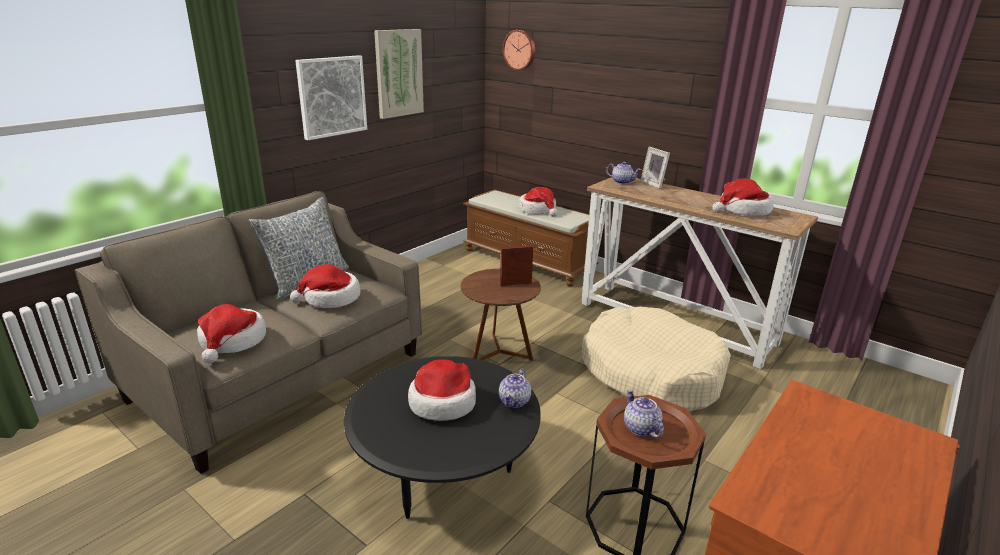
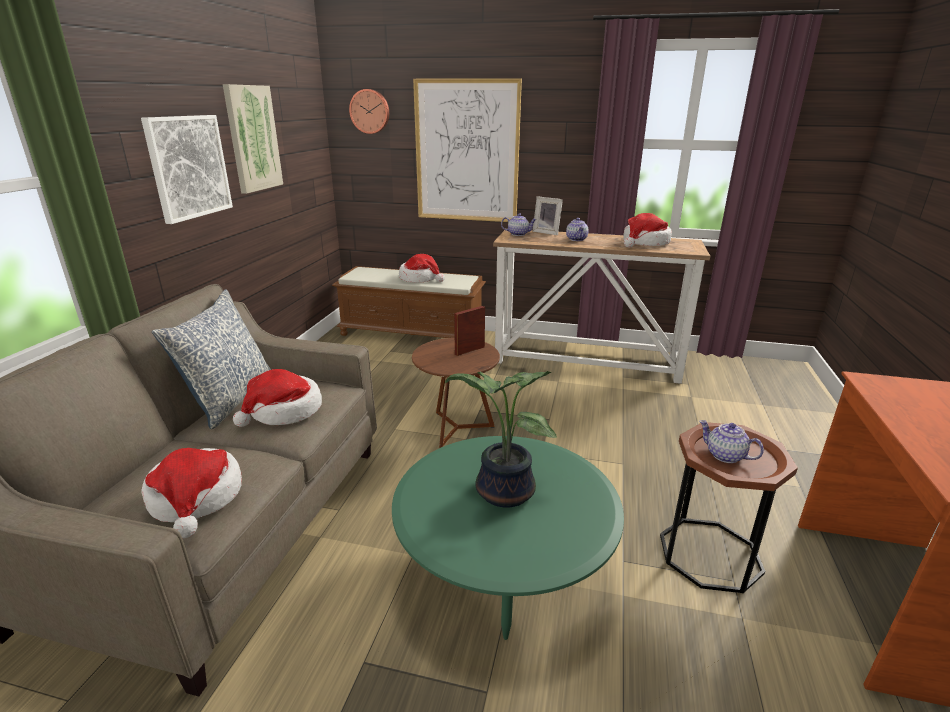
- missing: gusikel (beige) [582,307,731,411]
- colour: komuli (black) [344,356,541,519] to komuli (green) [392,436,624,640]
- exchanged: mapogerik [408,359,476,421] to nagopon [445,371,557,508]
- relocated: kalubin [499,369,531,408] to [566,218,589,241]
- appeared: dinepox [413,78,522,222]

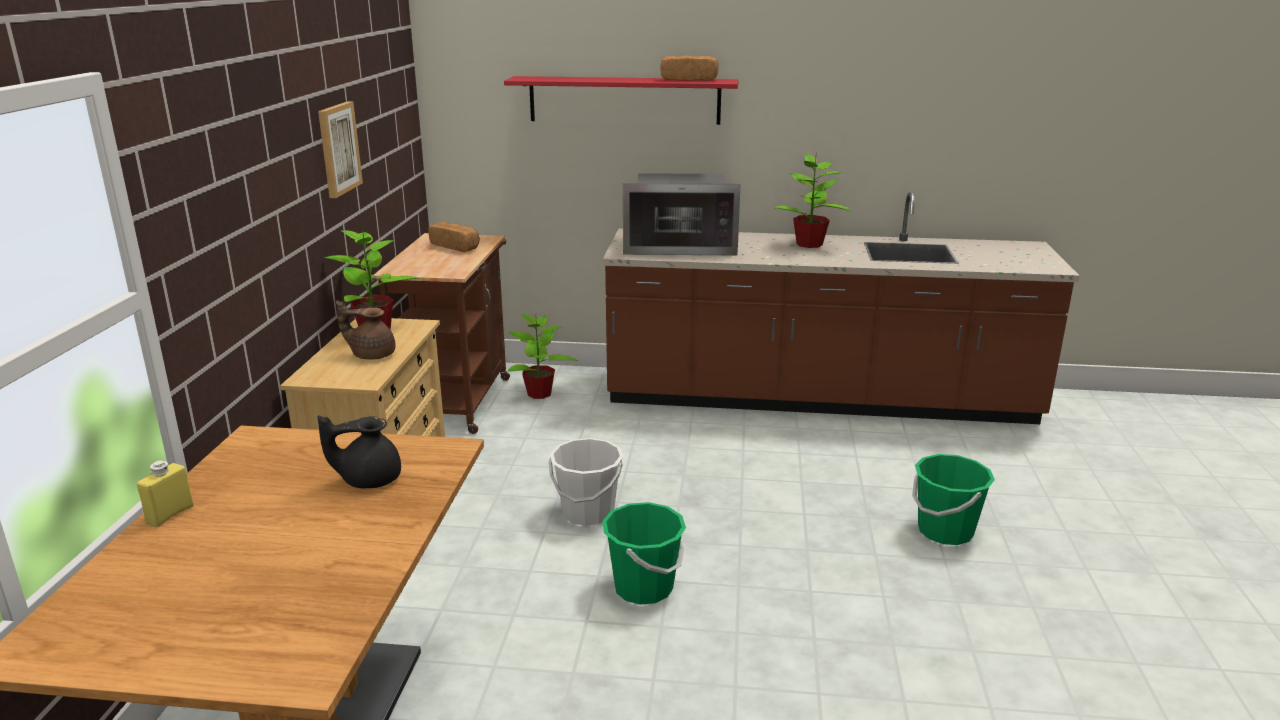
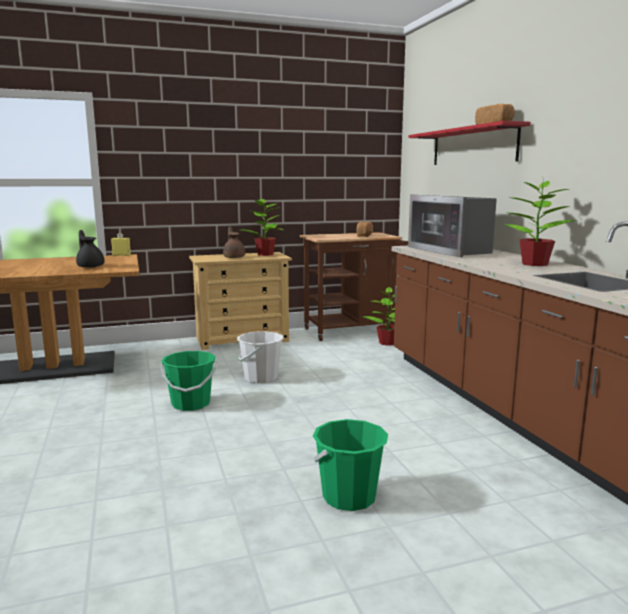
- missing: dinepox [318,101,363,198]
- relocated: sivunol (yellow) [137,461,194,527] to [111,233,131,256]

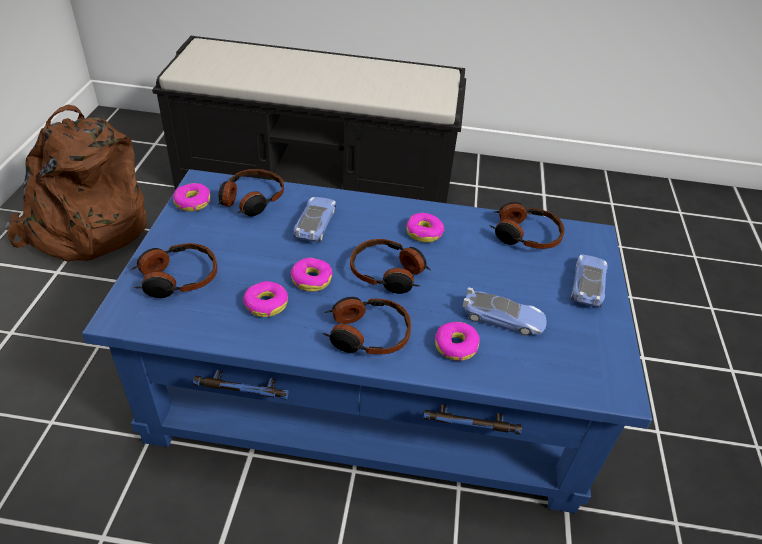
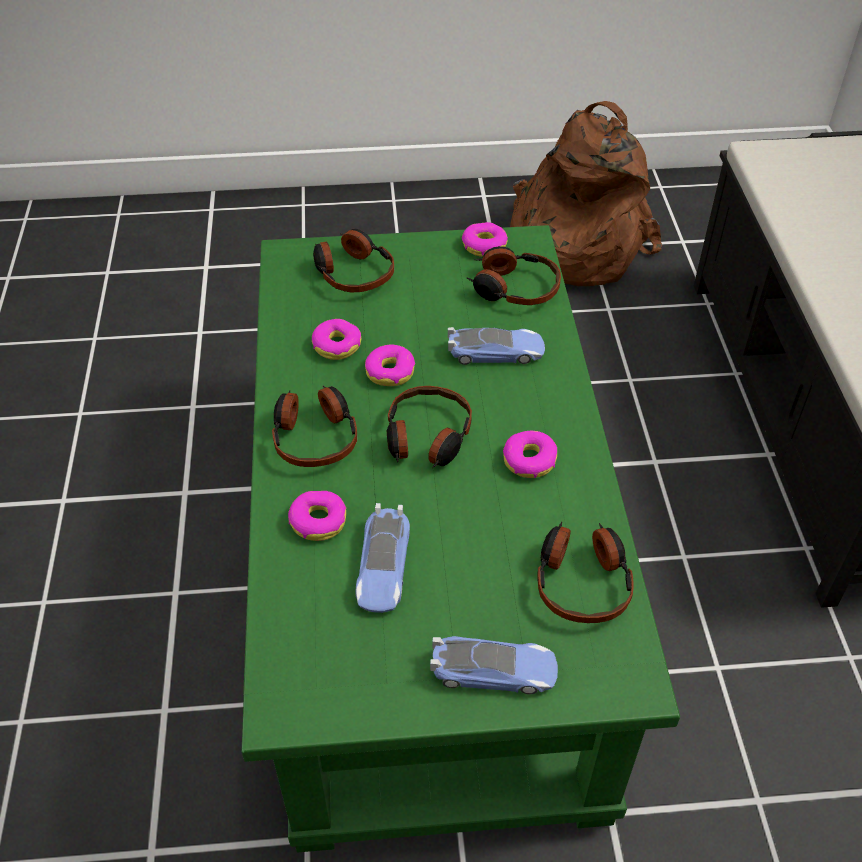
- colour: komuli (blue) [82,169,652,513] to komuli (green) [241,225,681,852]

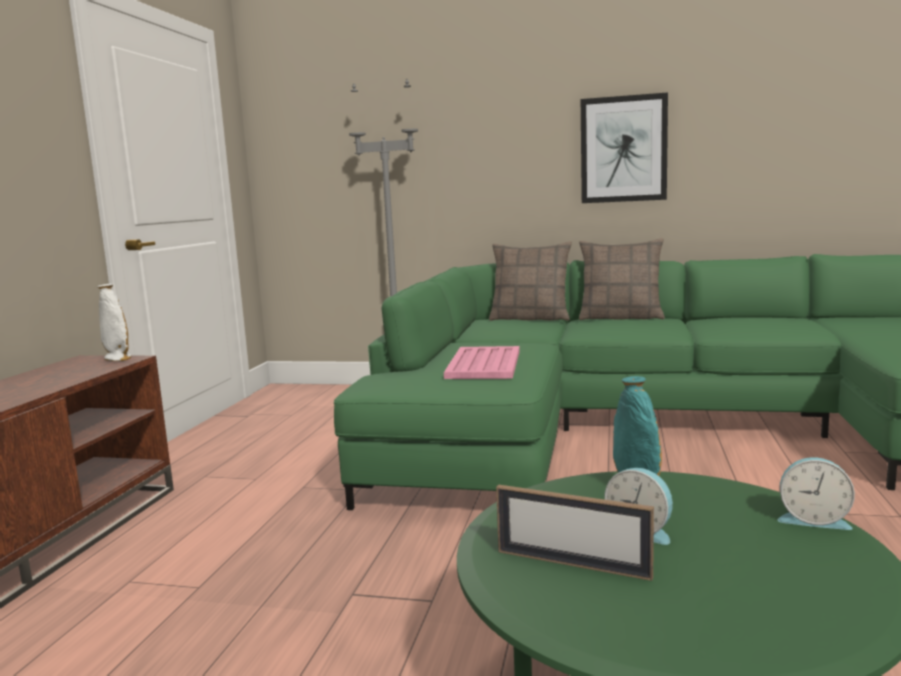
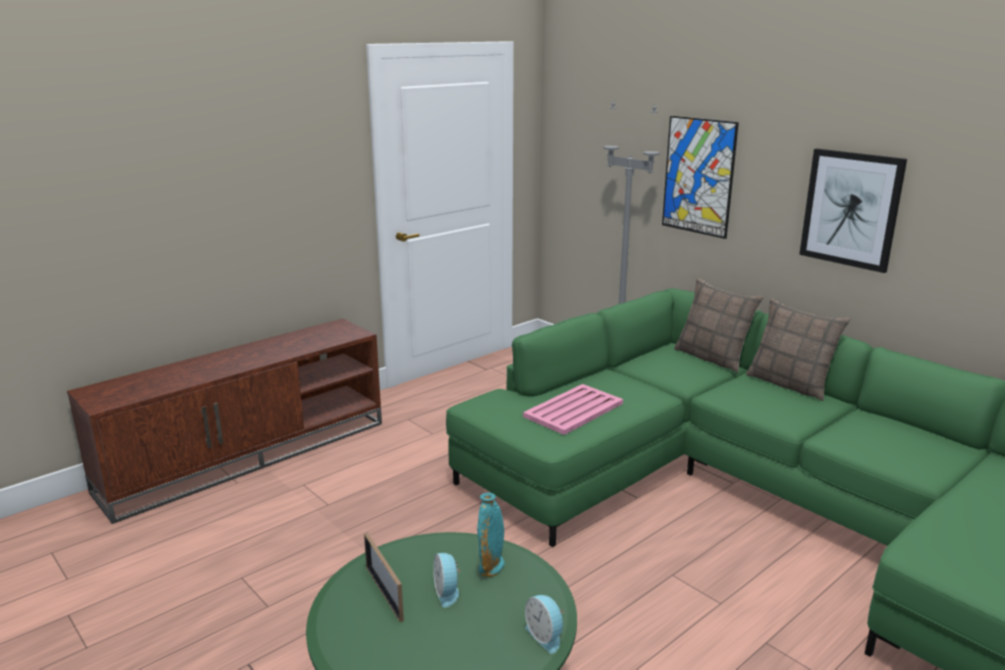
- missing: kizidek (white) [97,284,131,361]
- appeared: dinepox [662,116,739,239]

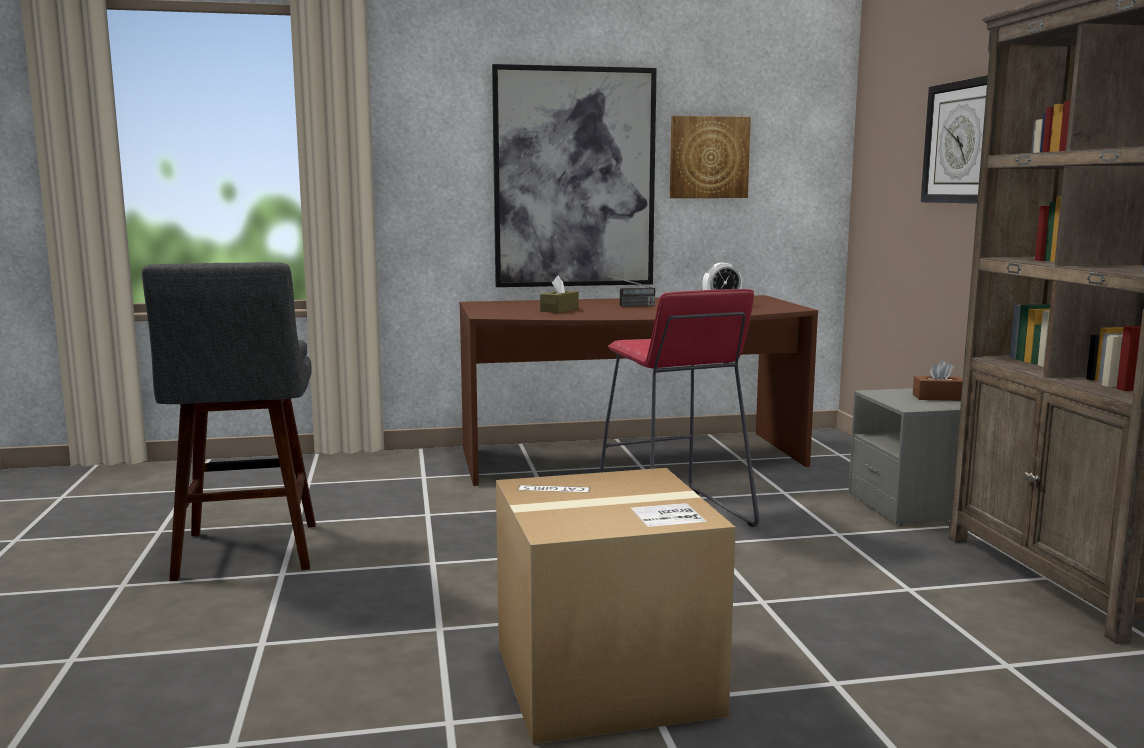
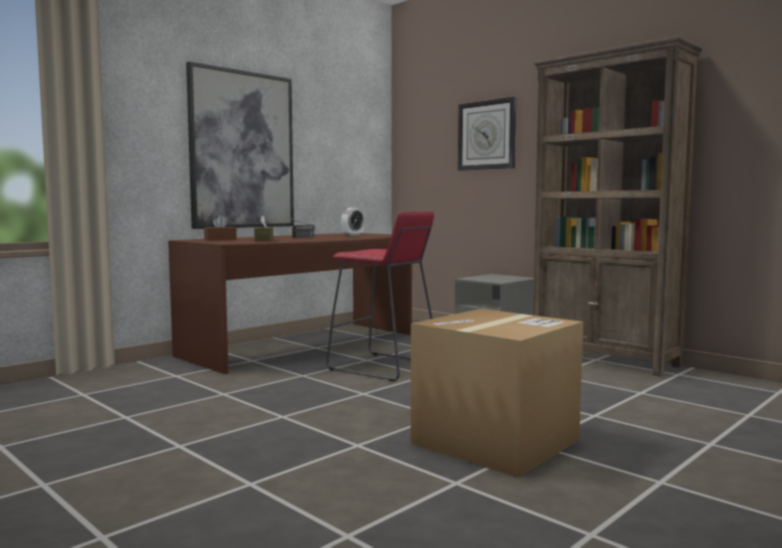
- missing: dinepox [670,116,751,198]
- missing: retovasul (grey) [142,262,316,581]
- relocated: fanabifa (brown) [913,360,963,401] to [204,215,237,241]

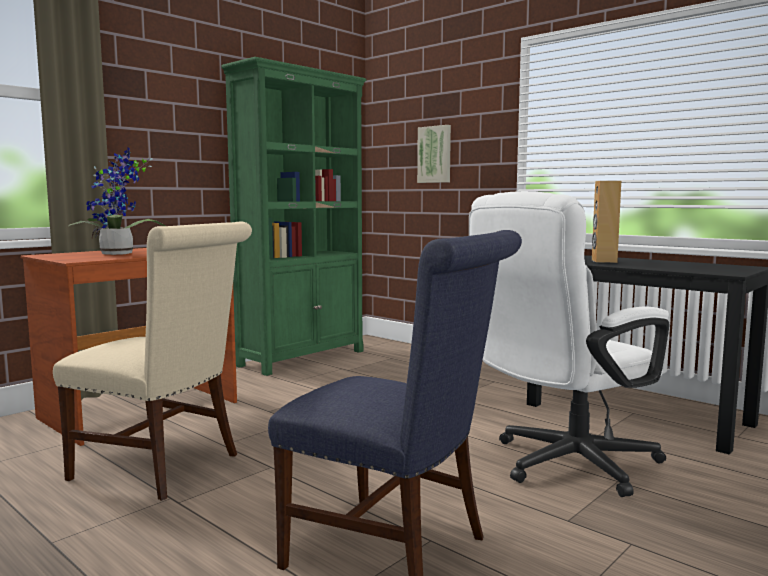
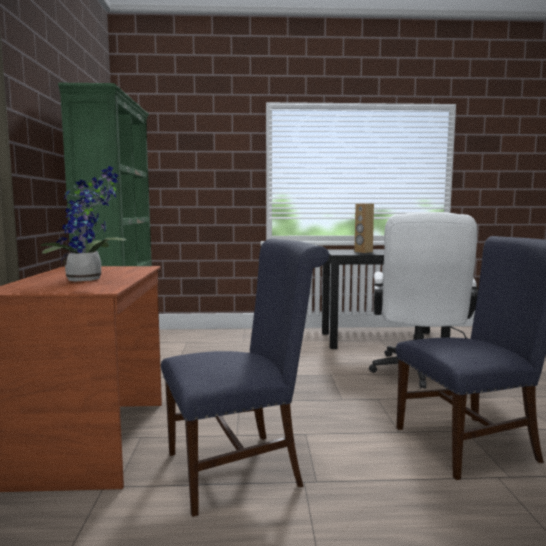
- missing: dinepox [417,125,451,183]
- colour: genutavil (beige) [53,222,252,501] to genutavil (blue) [161,238,329,517]

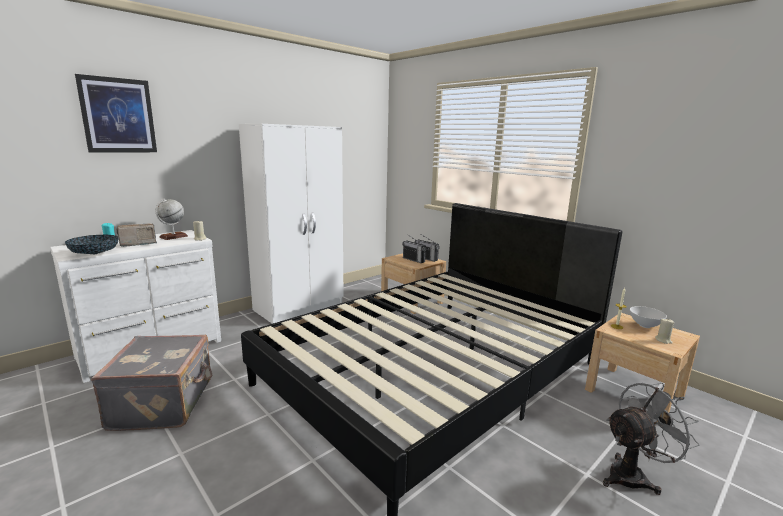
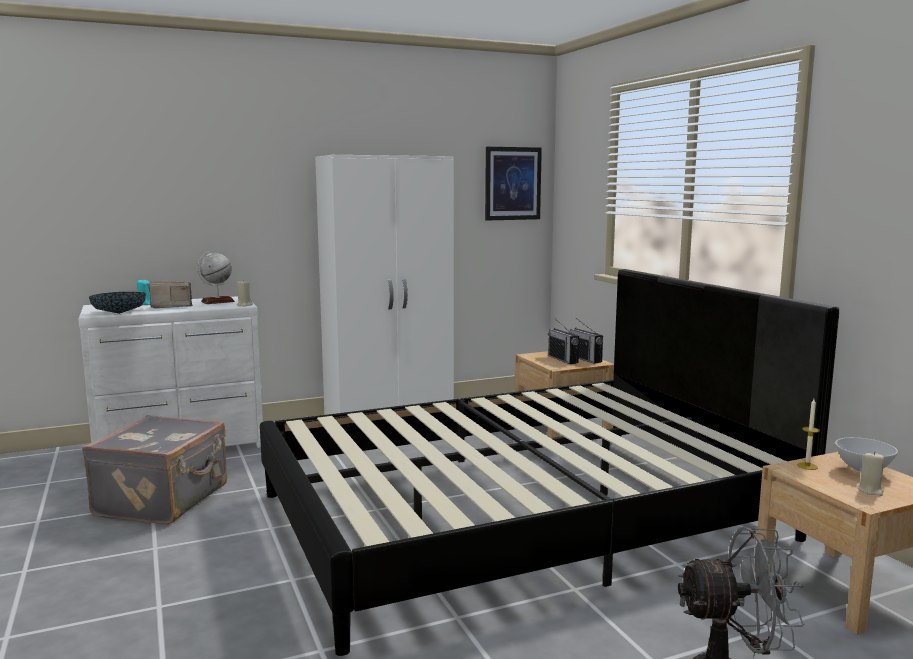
- relocated: dinepox [75,74,157,153] to [485,147,542,220]

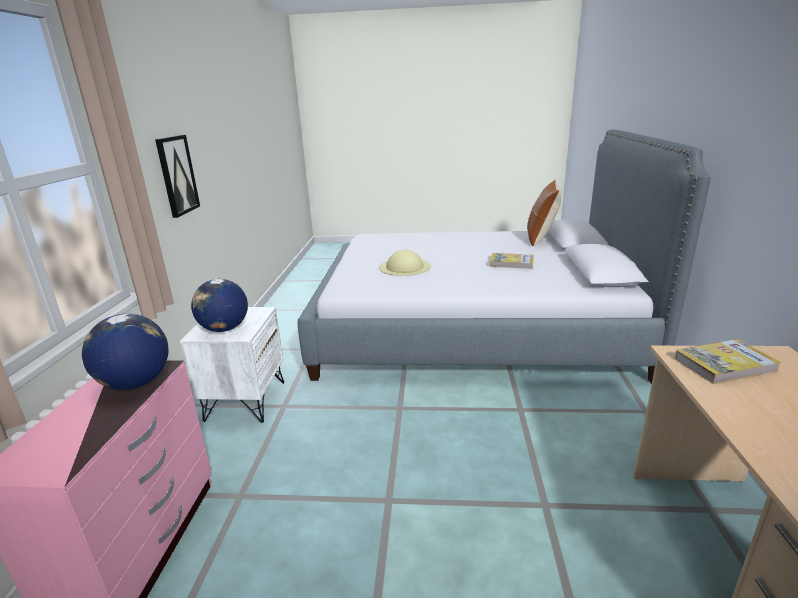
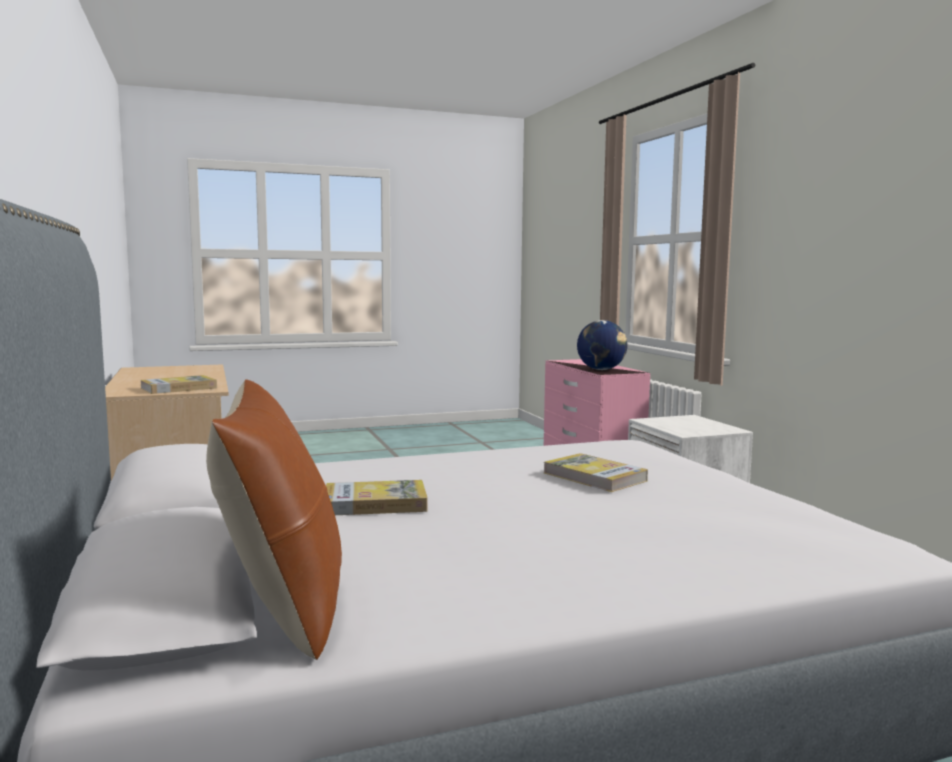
- missing: dinepox [155,135,200,218]
- exchanged: mapogerik (beige) [379,250,431,276] to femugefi [544,453,648,492]
- missing: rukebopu [191,279,248,332]

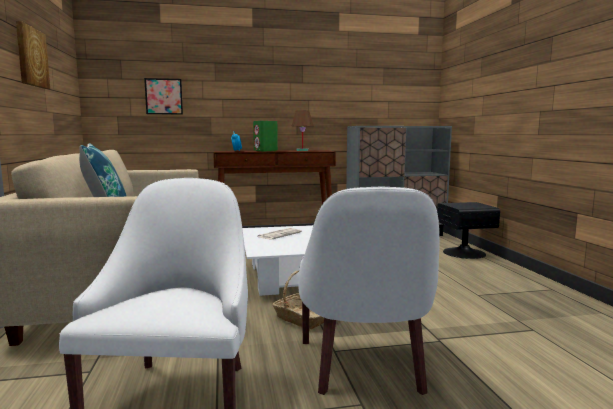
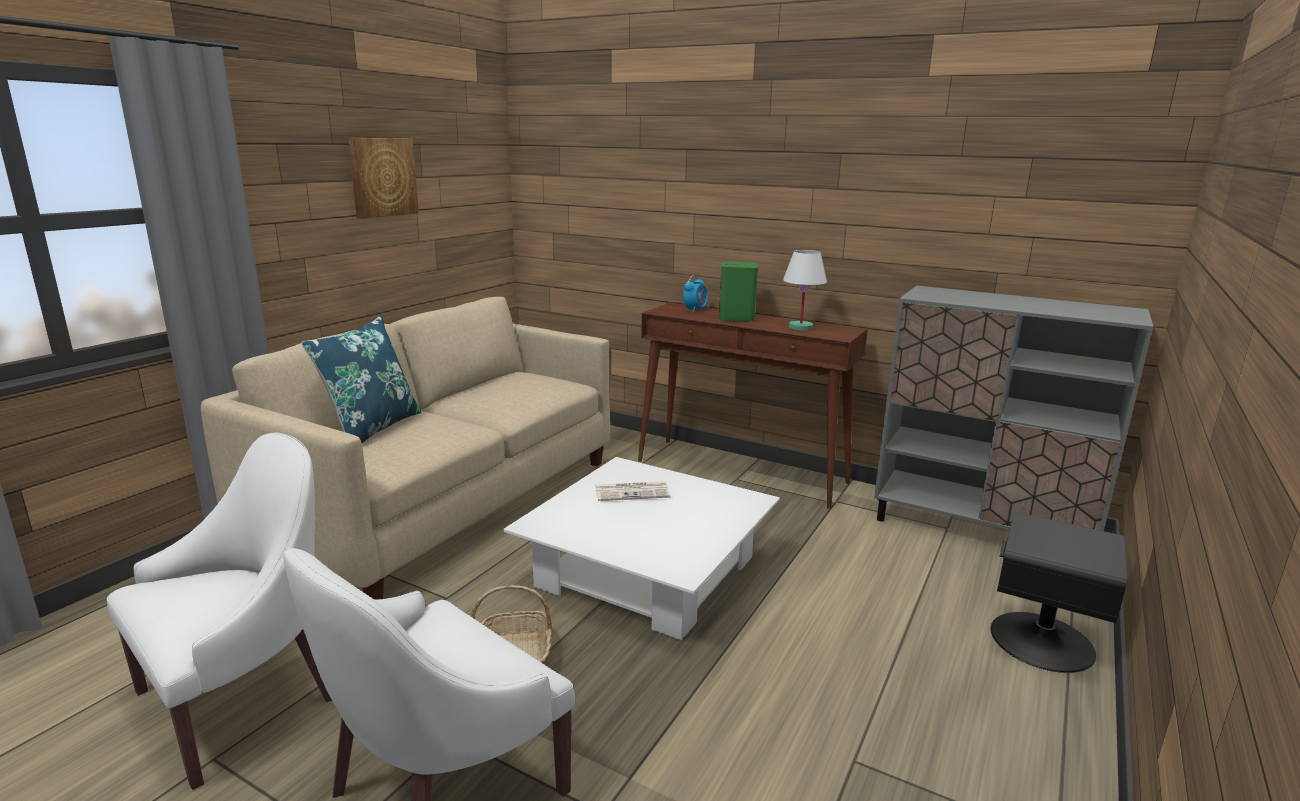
- missing: dinepox [144,78,183,115]
- colour: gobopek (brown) [292,111,314,151] to gobopek (white) [783,250,827,330]

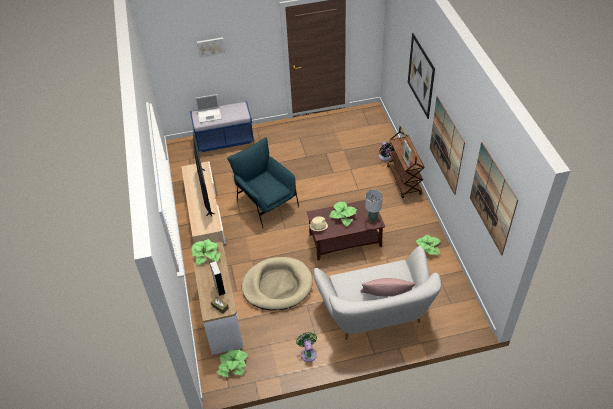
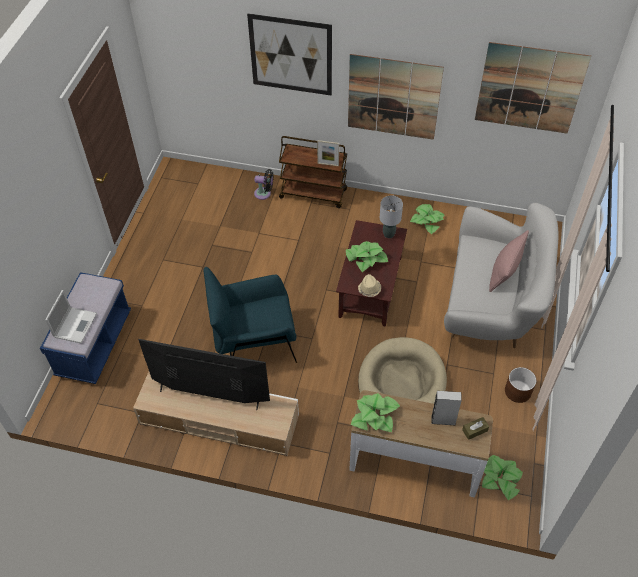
- missing: dinepox [197,37,225,58]
- exchanged: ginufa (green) [296,332,317,362] to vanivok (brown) [505,367,536,403]

